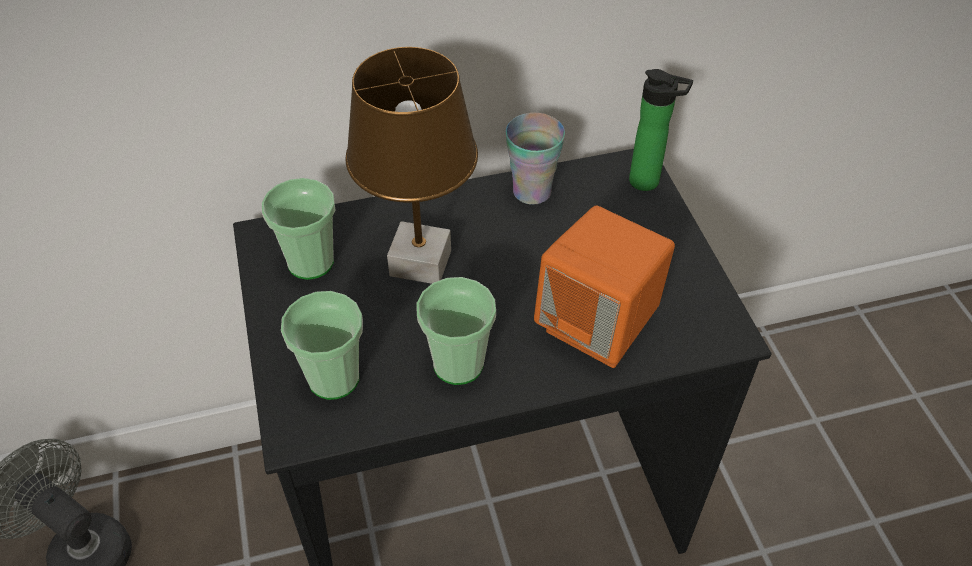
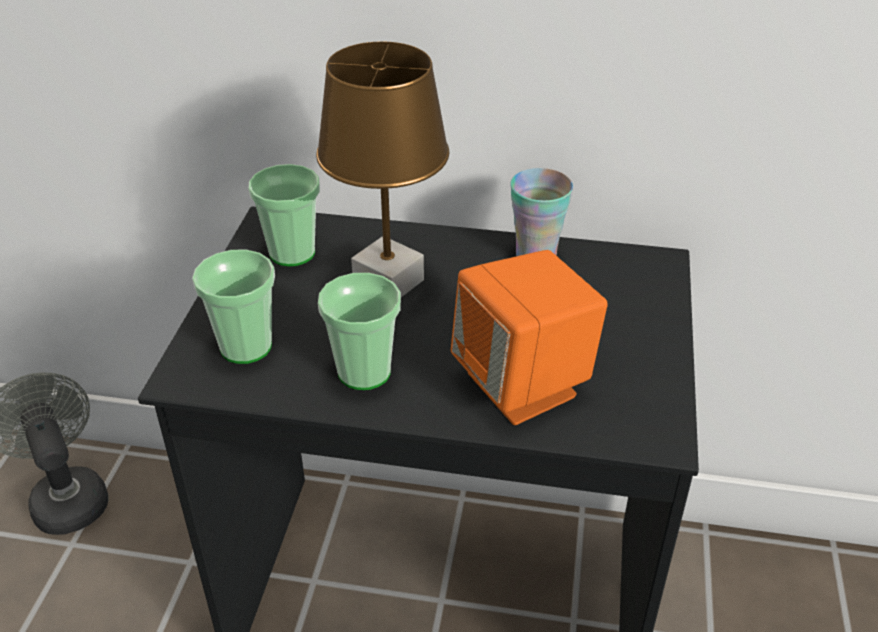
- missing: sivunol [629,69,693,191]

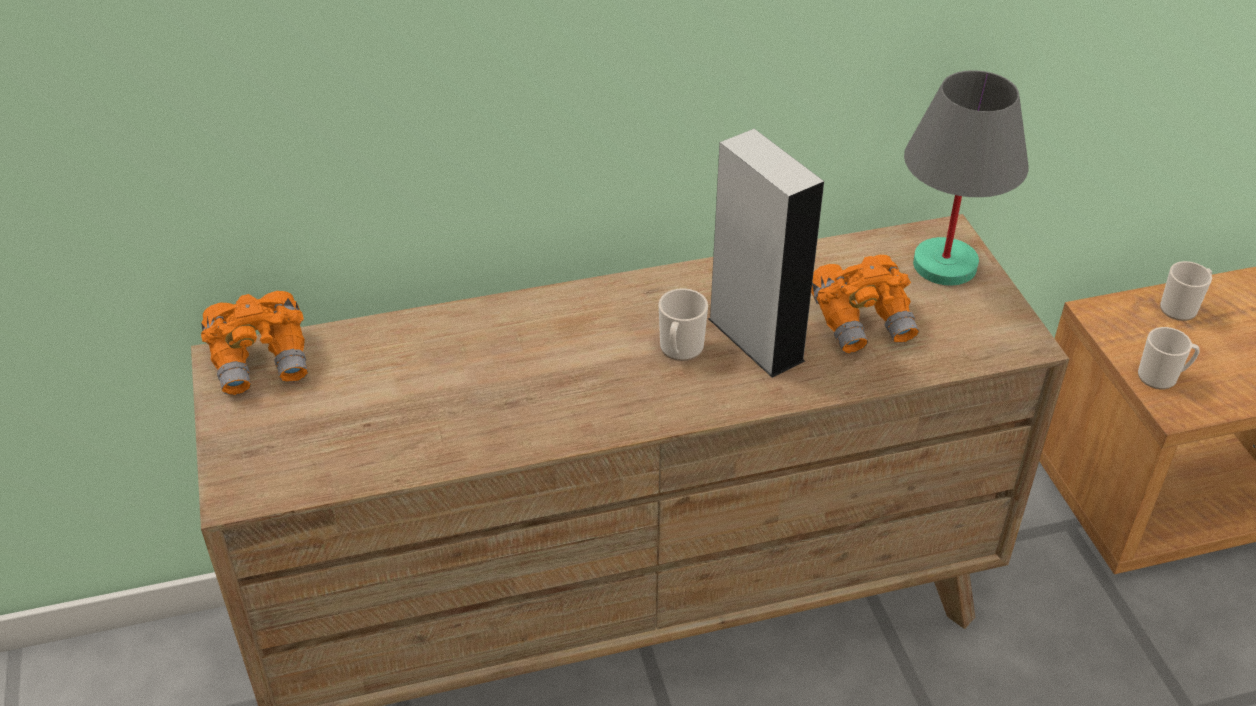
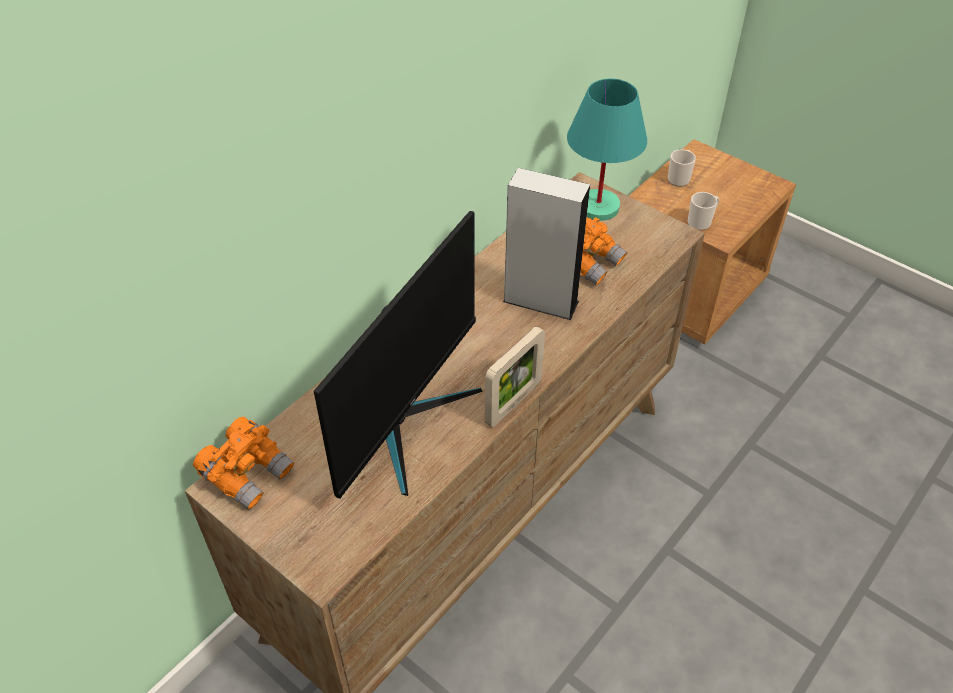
- colour: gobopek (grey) [904,70,1028,286] to gobopek (turquoise) [567,79,647,221]
- missing: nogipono [659,288,708,361]
- appeared: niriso [314,211,483,499]
- appeared: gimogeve [485,326,545,427]

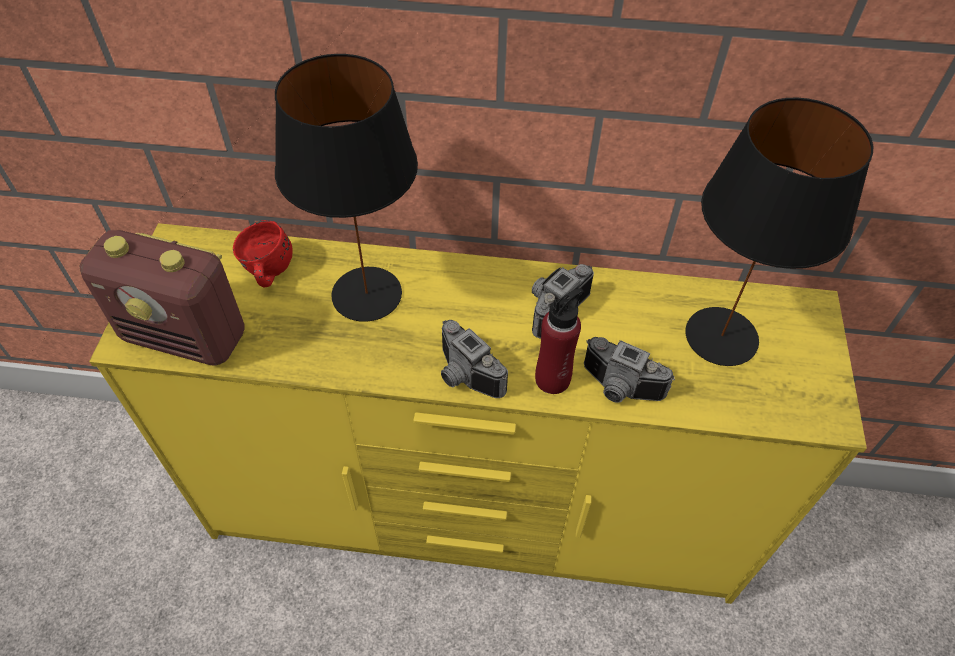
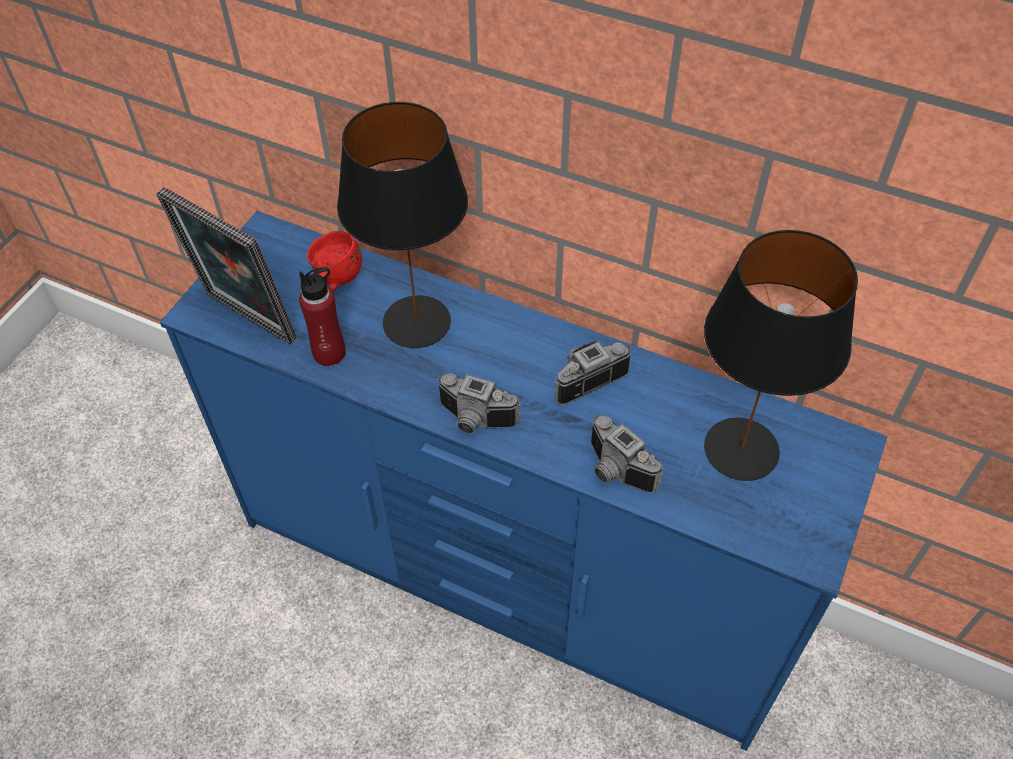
- colour: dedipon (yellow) [89,223,867,604] to dedipon (blue) [160,211,888,751]
- exchanged: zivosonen [79,230,245,365] to gimogeve [156,187,297,344]
- relocated: sivunol (red) [535,288,584,394] to [299,267,346,366]
- spun: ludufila [441,320,508,398] = [437,373,521,433] 45 degrees counterclockwise

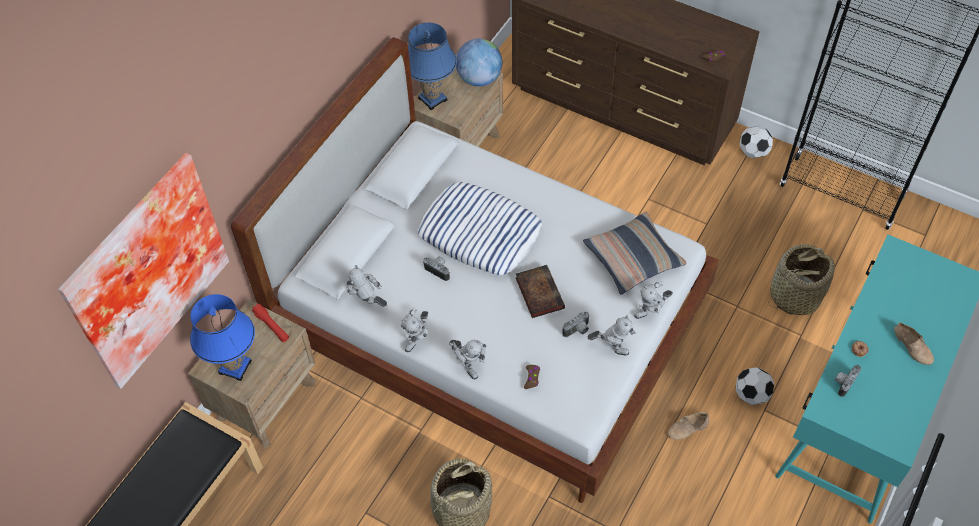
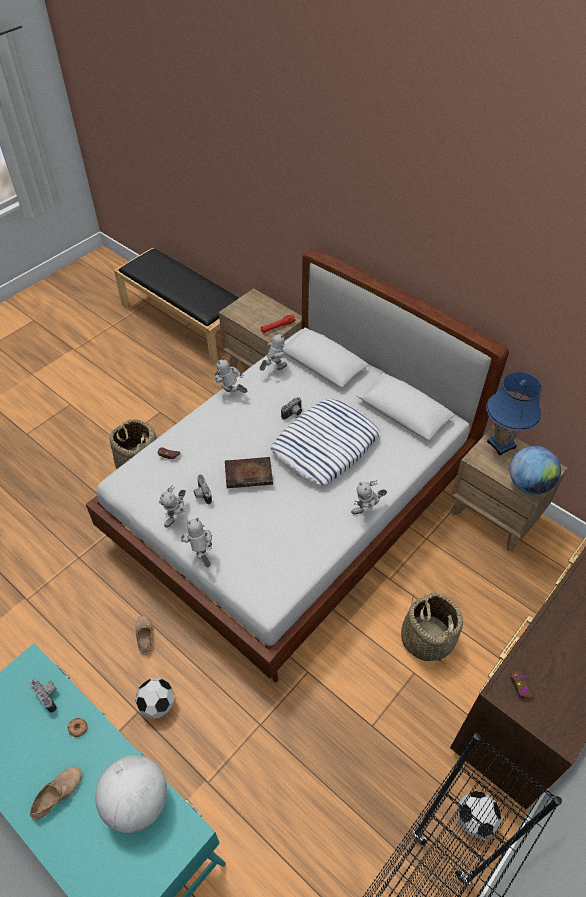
- missing: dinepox [58,153,229,389]
- missing: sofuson [583,212,686,294]
- relocated: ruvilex [768,244,835,315] to [401,590,463,664]
- missing: gobopek (blue) [190,294,255,381]
- spun: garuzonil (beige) [894,322,934,365] = [30,766,82,820] 150 degrees clockwise
- relocated: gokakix [449,340,486,379] to [351,480,387,515]
- appeared: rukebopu [95,755,167,833]

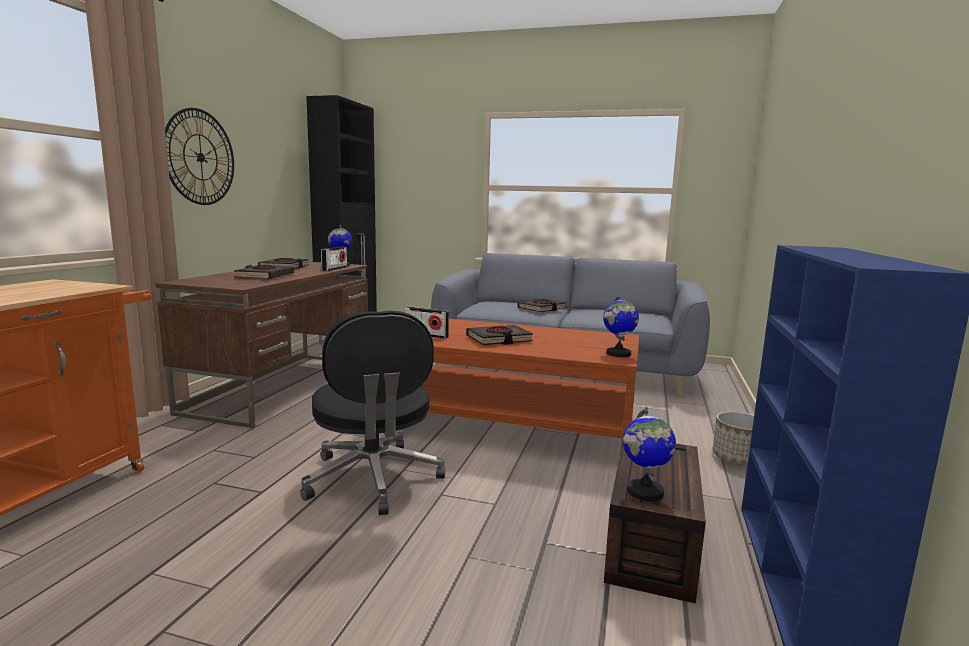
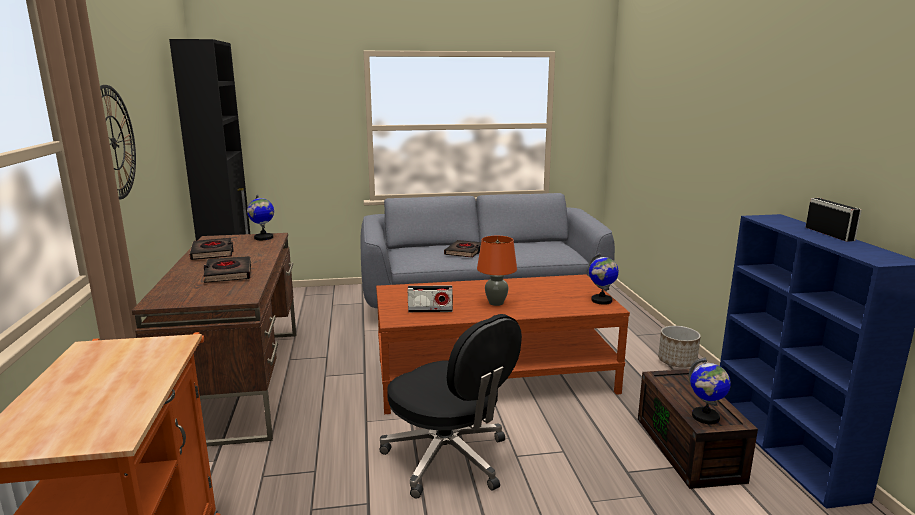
- relocated: zivosonen [321,247,347,271] to [806,198,862,242]
- exchanged: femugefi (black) [466,325,533,345] to gobopek (orange) [477,236,517,306]

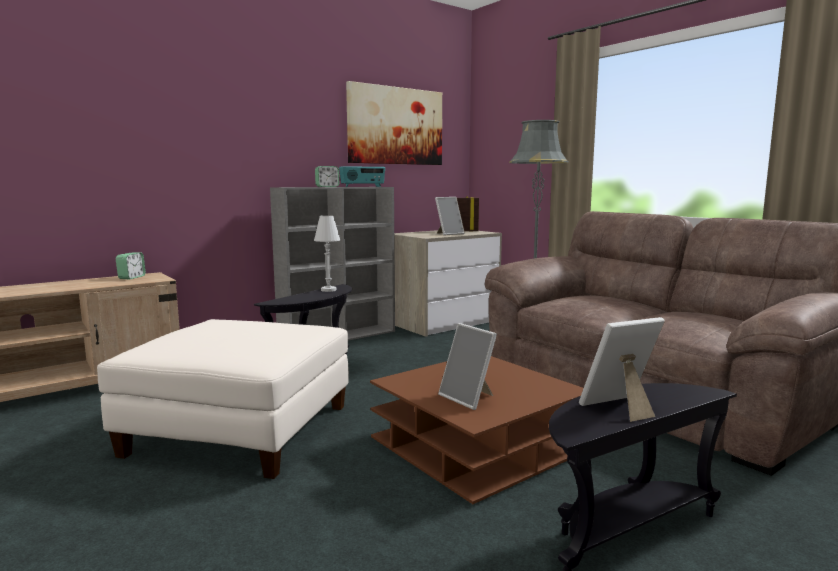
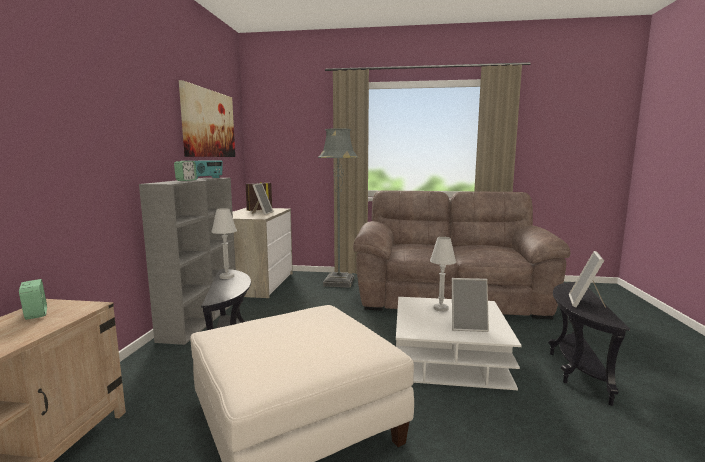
- colour: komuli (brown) [370,356,584,504] to komuli (white) [396,297,522,390]
- appeared: gobopek (white) [430,237,456,311]

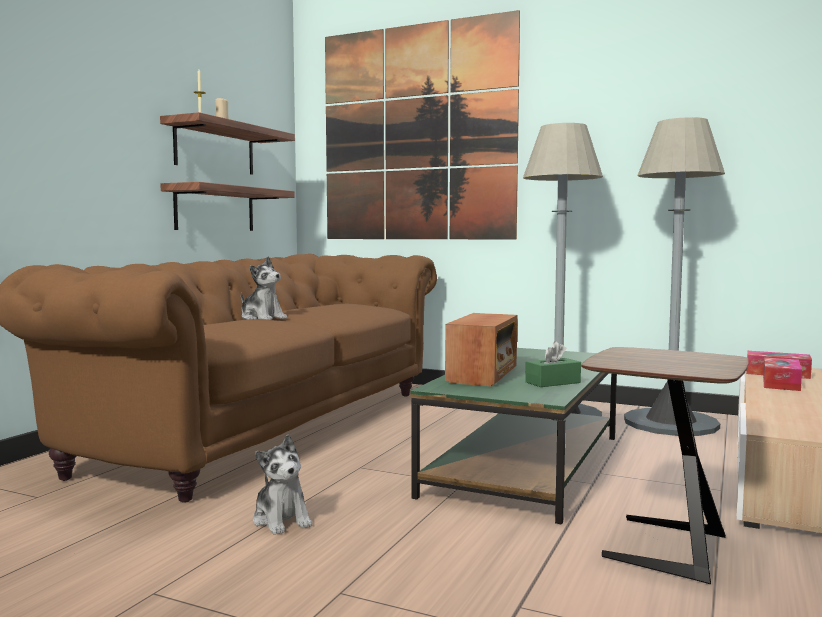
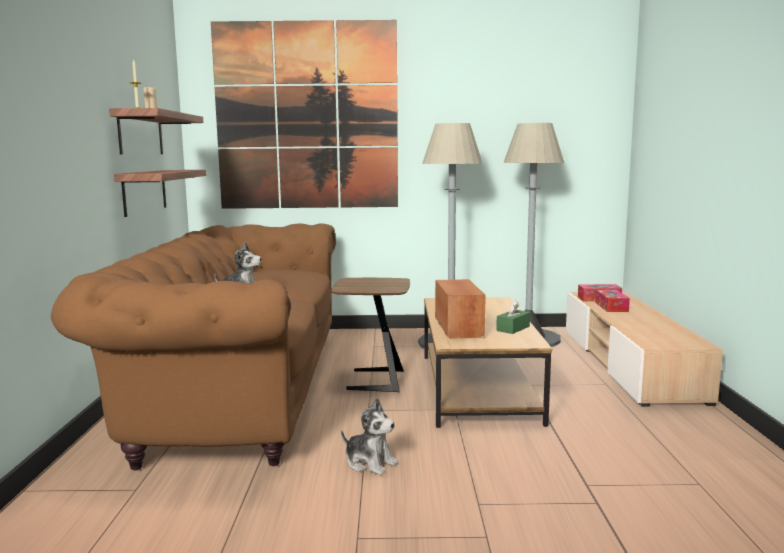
- relocated: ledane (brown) [581,347,749,584] to [331,278,410,392]
- colour: komuli (green) [410,348,617,525] to komuli (brown) [424,297,552,428]

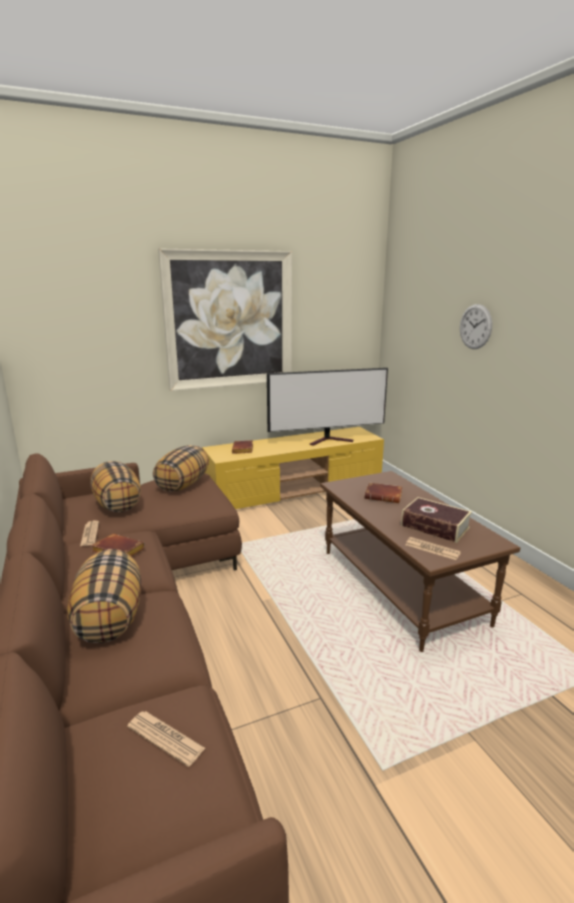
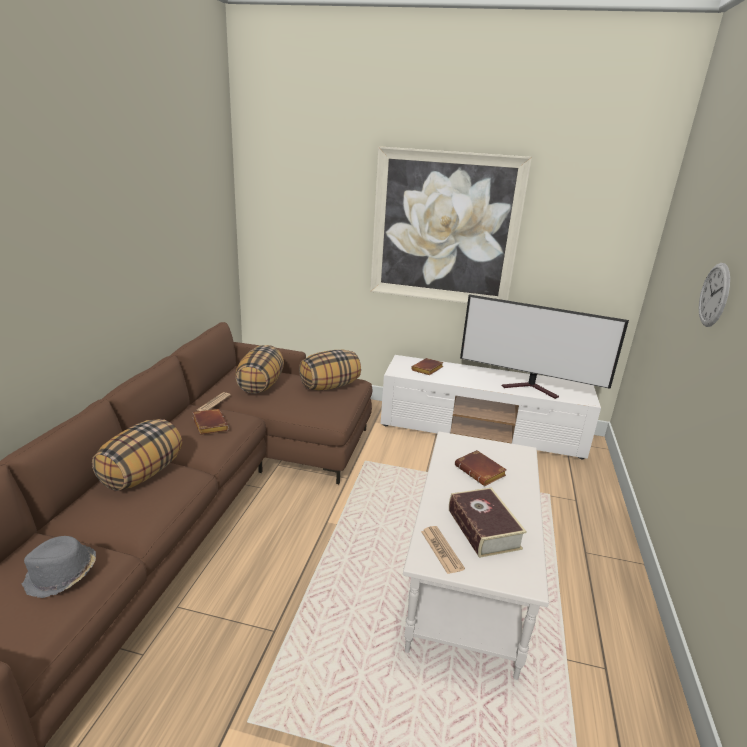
- colour: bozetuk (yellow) [202,427,384,509] to bozetuk (white) [381,355,601,459]
- colour: komuli (brown) [320,471,520,652] to komuli (white) [403,431,549,680]
- exchanged: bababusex [127,711,205,767] to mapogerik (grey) [22,536,96,598]

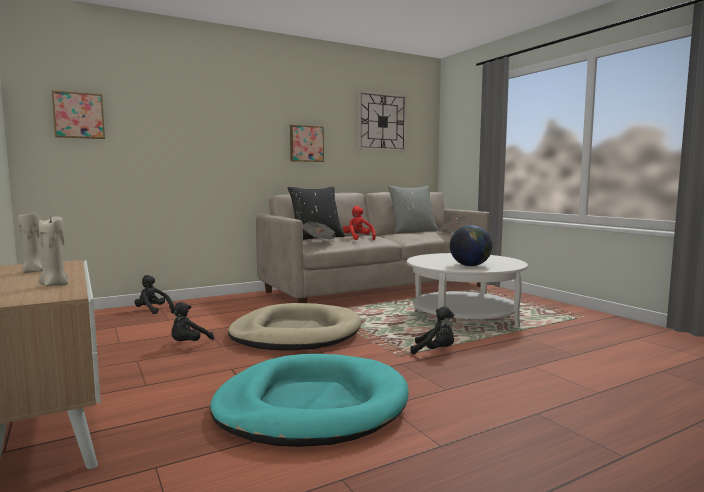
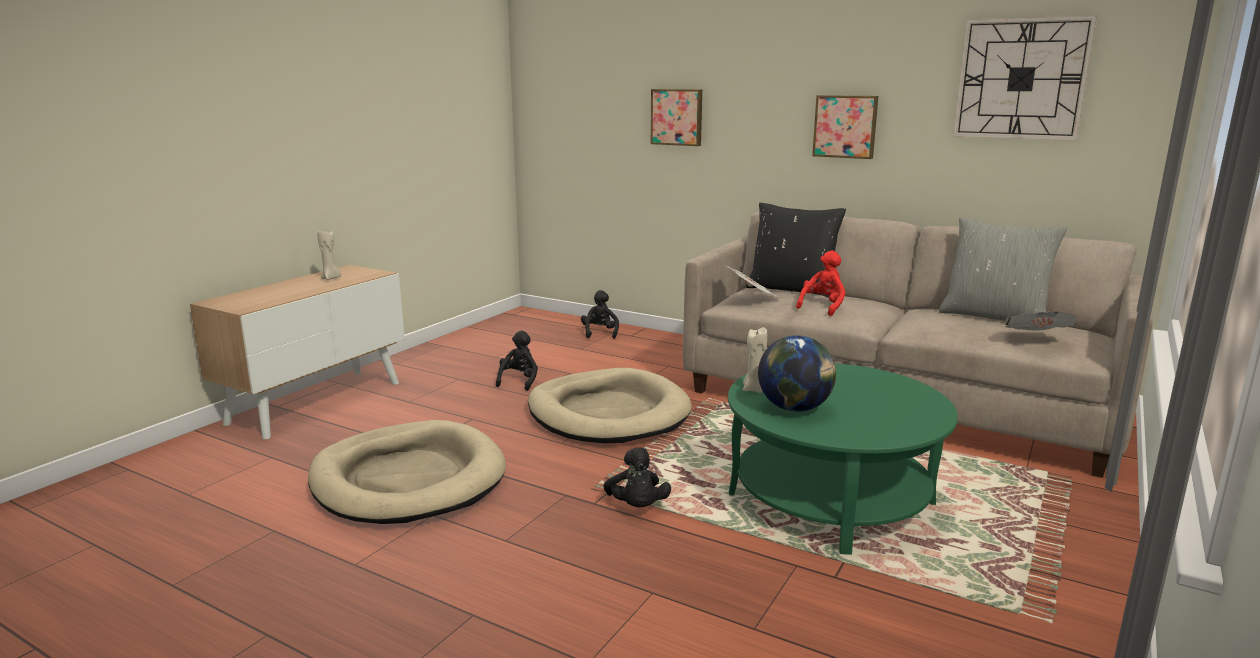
- relocated: dinepox [51,90,105,139] to [651,89,702,146]
- relocated: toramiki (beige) [39,216,68,286] to [743,327,767,393]
- colour: komuli (white) [407,253,528,328] to komuli (green) [728,363,958,555]
- spun: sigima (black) [171,302,214,341] = [496,331,538,391] 105 degrees clockwise
- colour: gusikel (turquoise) [210,354,409,447] to gusikel (beige) [308,420,506,524]

